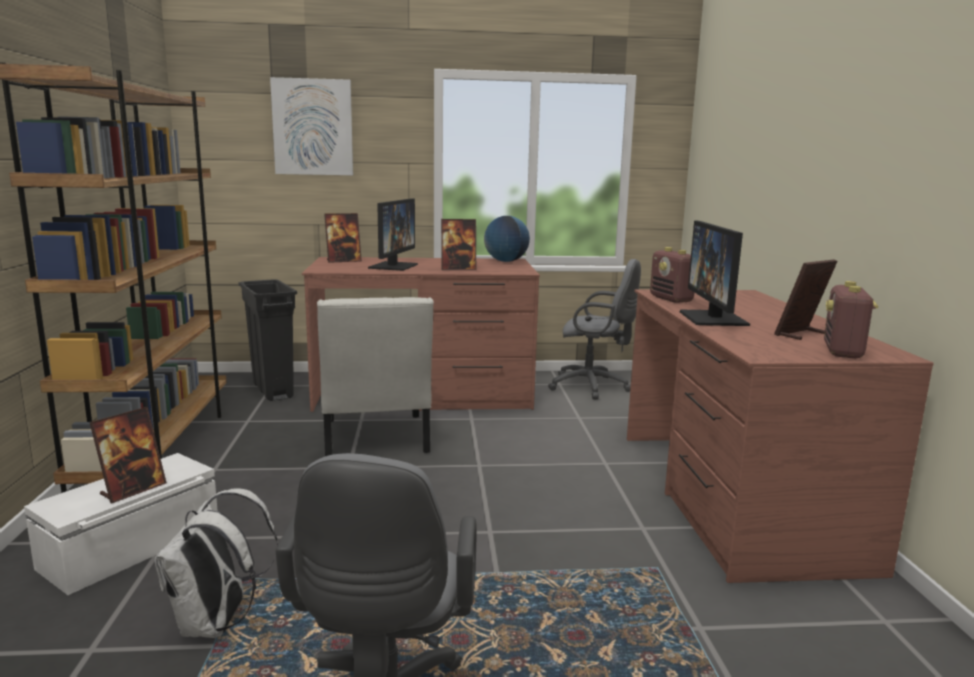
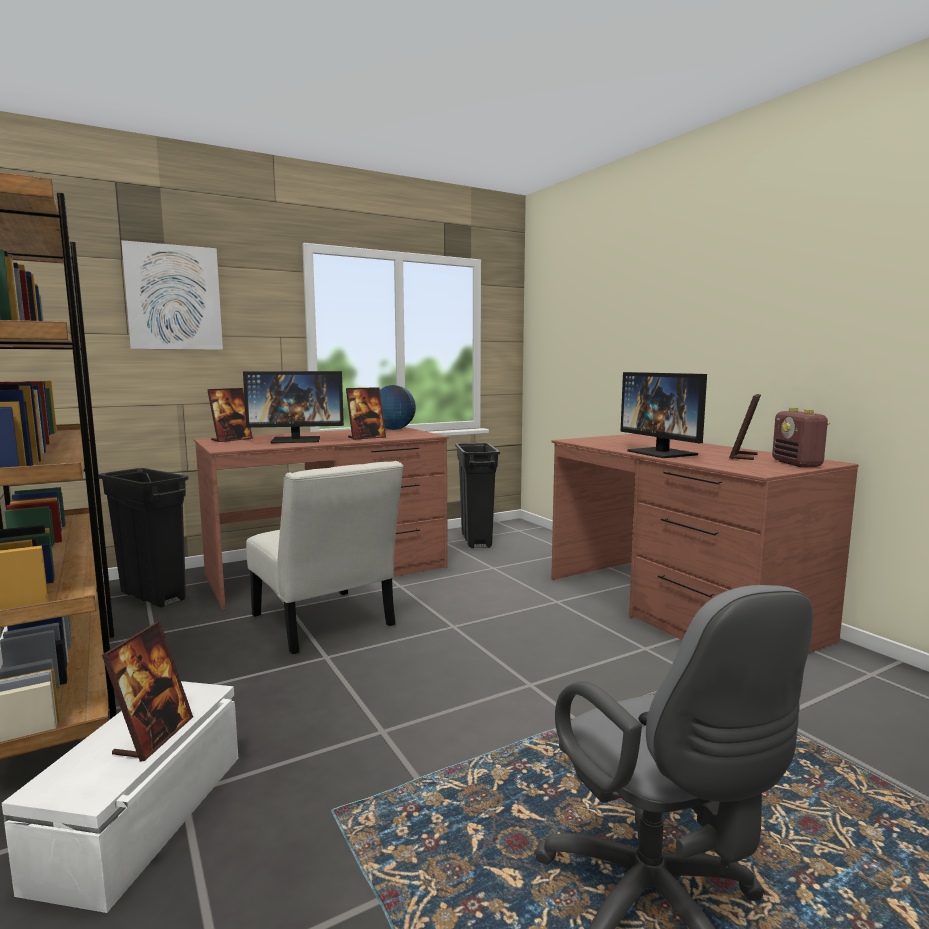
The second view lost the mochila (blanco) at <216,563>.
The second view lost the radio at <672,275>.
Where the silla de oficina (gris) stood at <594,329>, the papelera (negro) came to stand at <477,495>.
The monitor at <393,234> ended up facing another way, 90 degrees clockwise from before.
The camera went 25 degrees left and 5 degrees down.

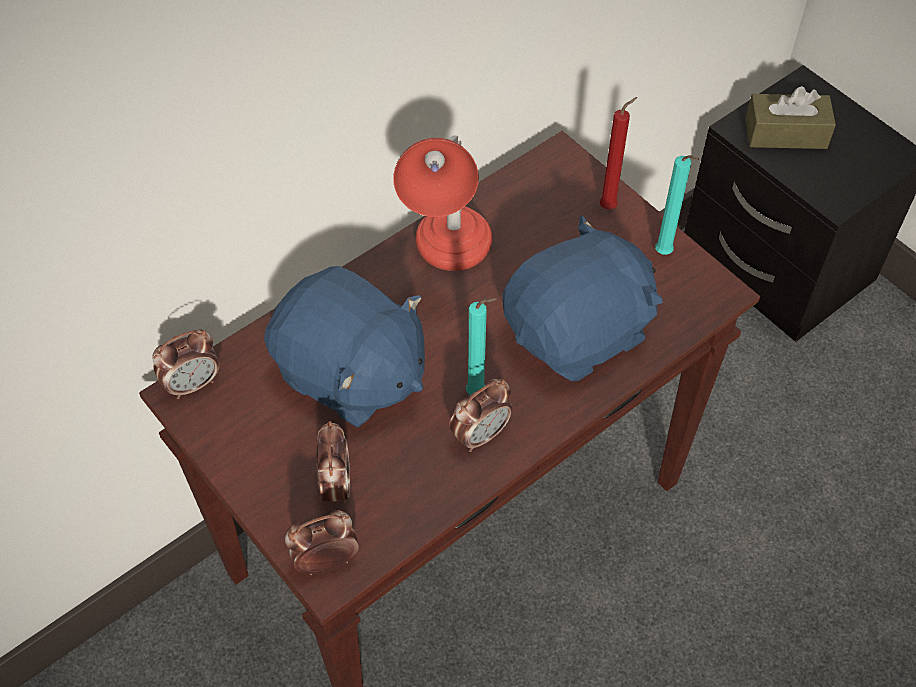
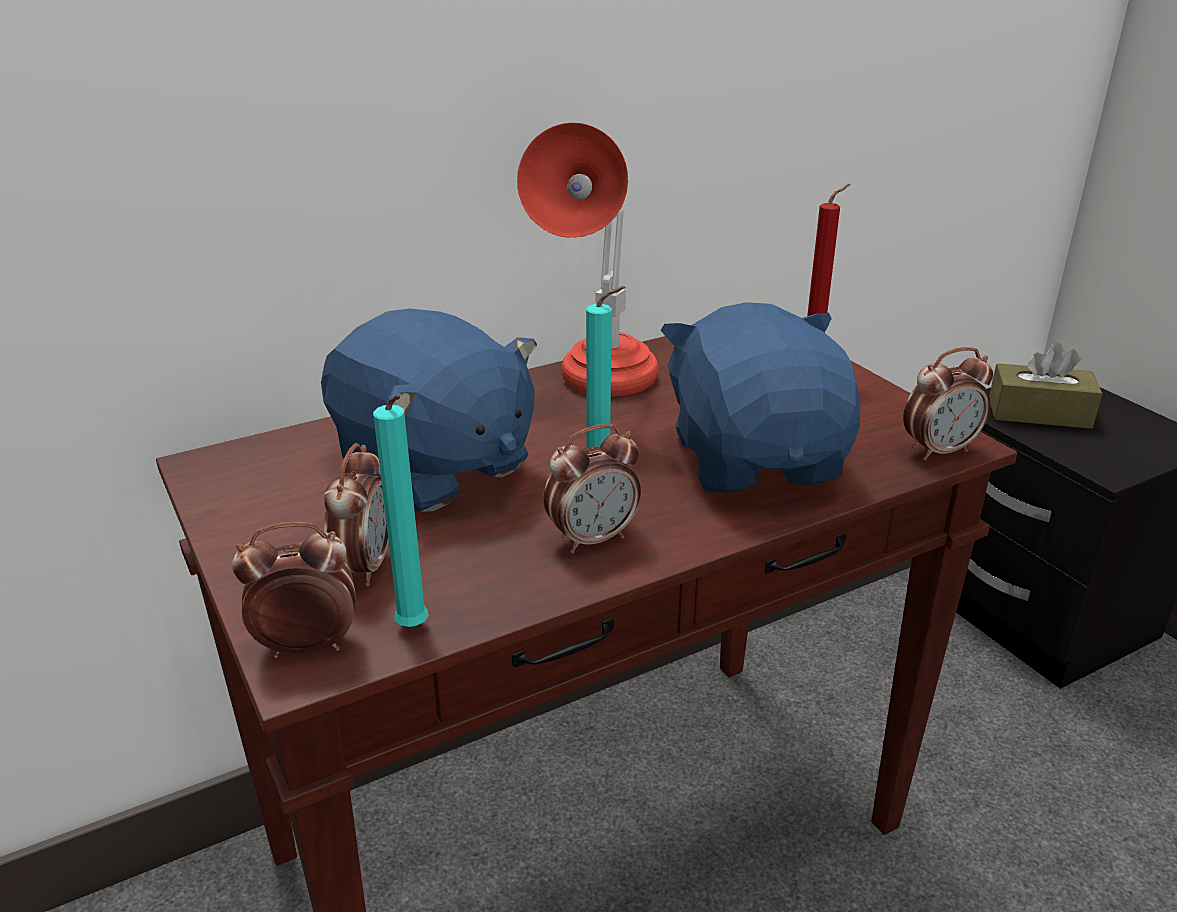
The despertador ended up elsewhere, having gone from <186,364> to <948,404>.
The vela (turquesa) ended up elsewhere, having gone from <677,205> to <401,510>.
The peluche (azul) at <583,298> ended up facing another way, 75 degrees counterclockwise from before.
The camera went 10 degrees right and 25 degrees down.

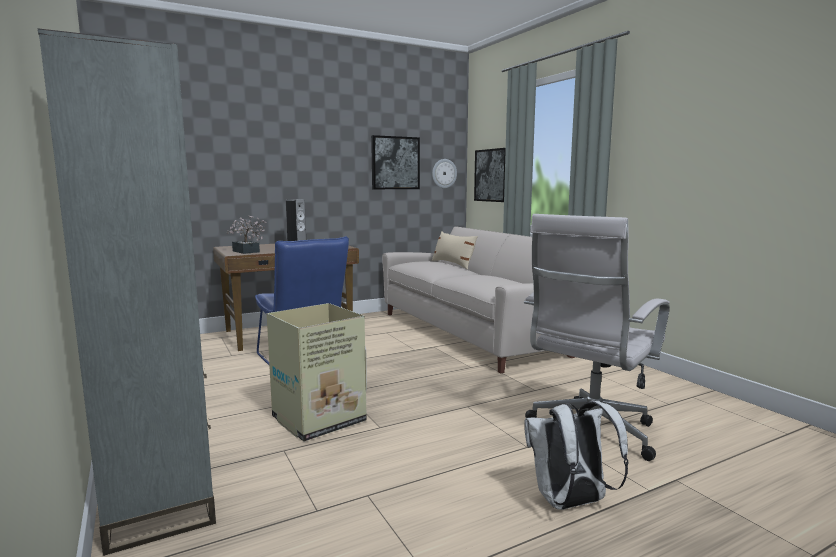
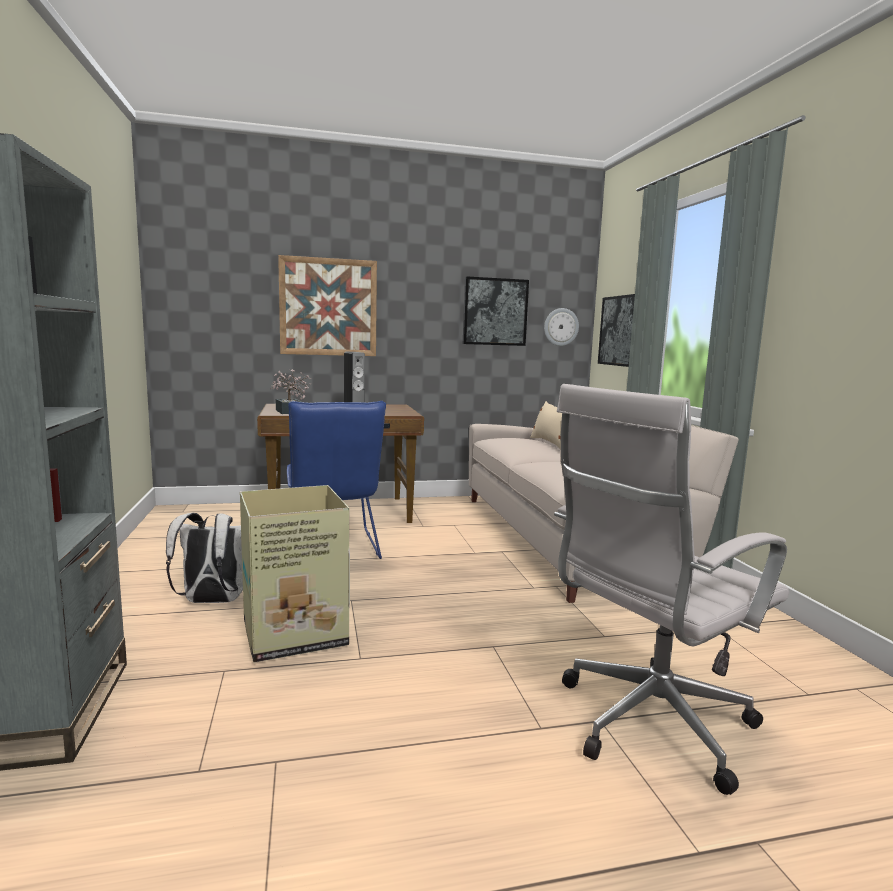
The second view gained the cuadro at <327,305>.
The mochila (blanco) ended up elsewhere, having gone from <576,455> to <204,558>.
The camera went 15 degrees right and 0 degrees up.

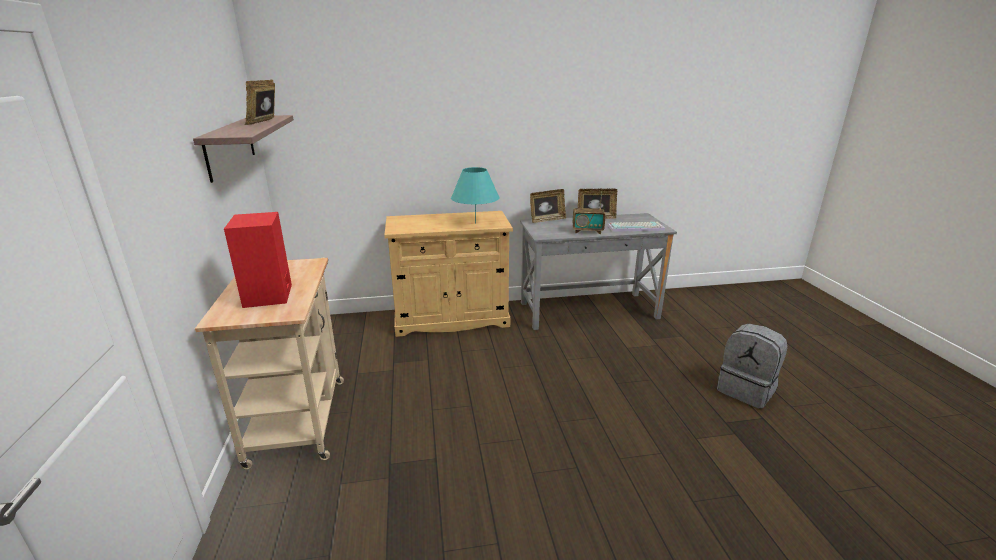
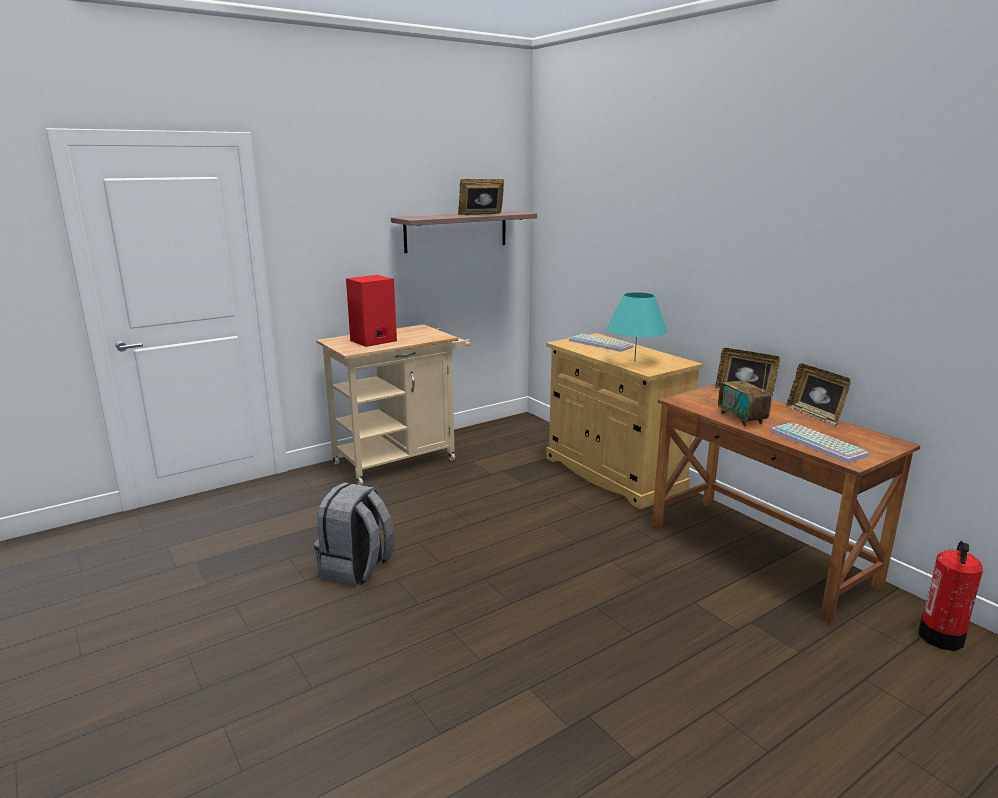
The second view gained the teclado at <601,343>.
The second view gained the extintor at <951,596>.
The mochila (gris) ended up elsewhere, having gone from <752,366> to <354,534>.
What was the escritorio (gris) at <598,271> turned into the escritorio (marrón) at <786,503>.
The camera went 65 degrees right and 5 degrees down.

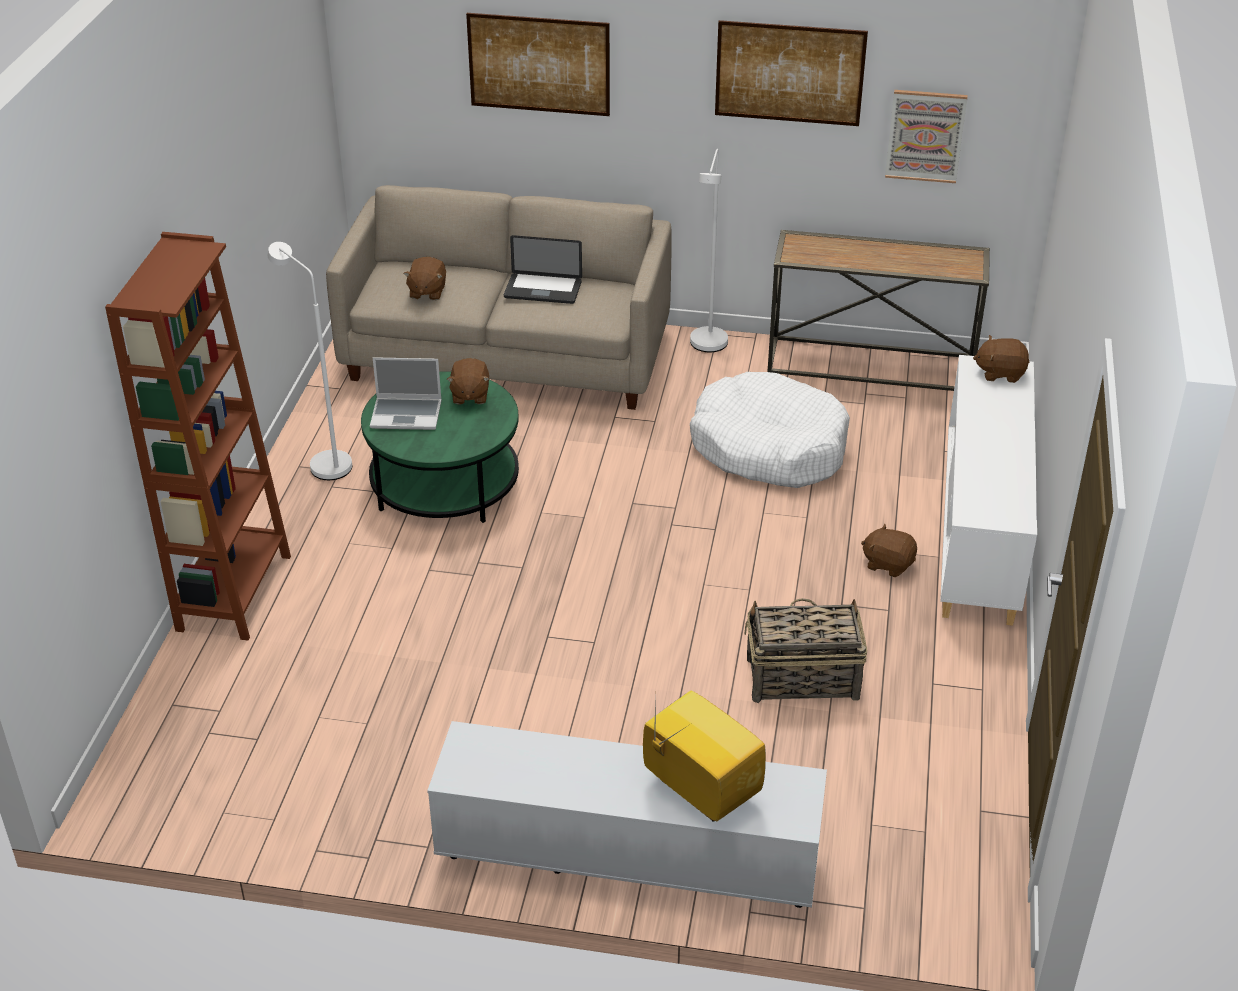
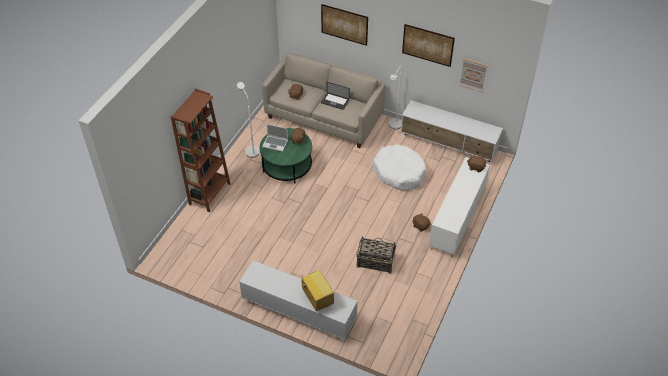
Where the mesa consola stood at <879,310>, the mueble de televisión (blanco) came to stand at <452,131>.
The camera went 15 degrees right and 10 degrees up.

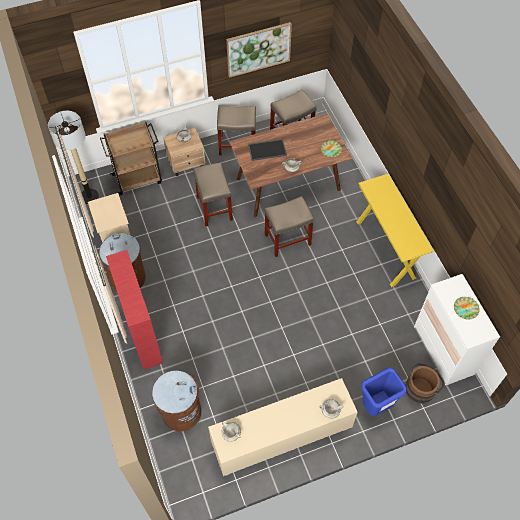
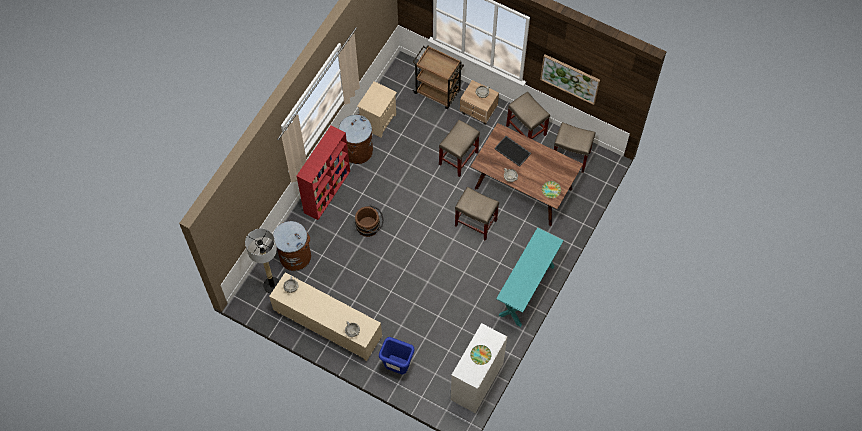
The lámpara de pie ended up elsewhere, having gone from <73,157> to <262,261>.
The cubo (marrón) ended up elsewhere, having gone from <425,383> to <369,221>.
What was the mesa consola (amarillo) at <395,230> turned into the mesa consola (turquesa) at <530,277>.
The camera went 50 degrees right and 5 degrees up.

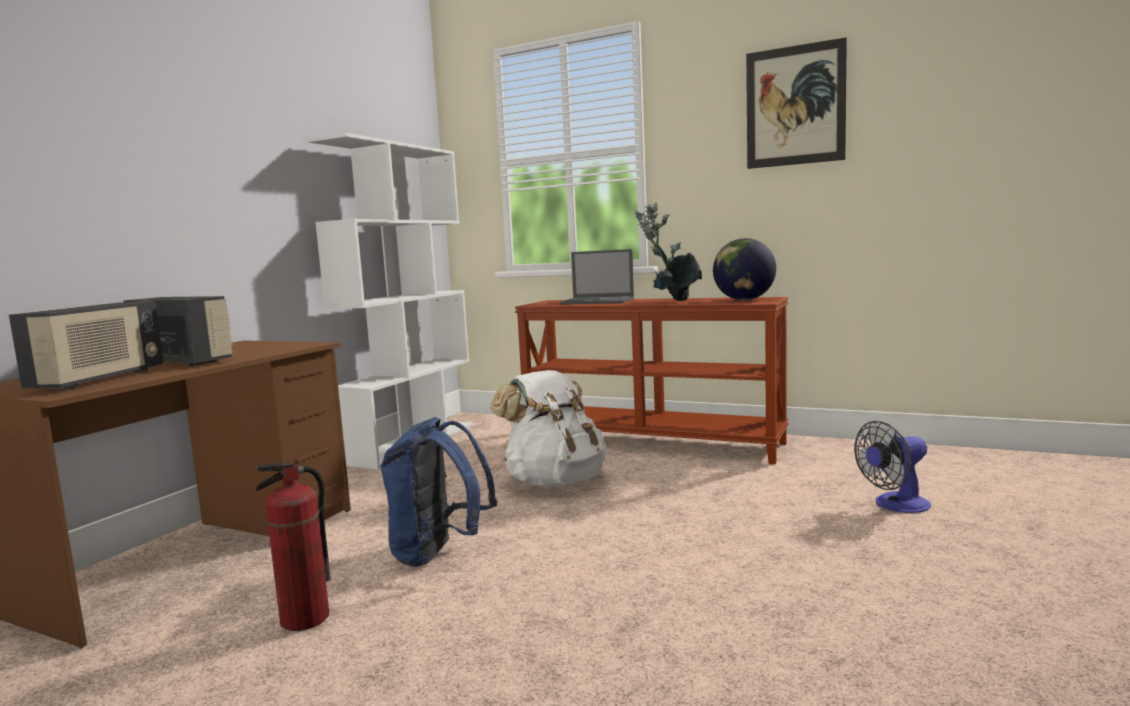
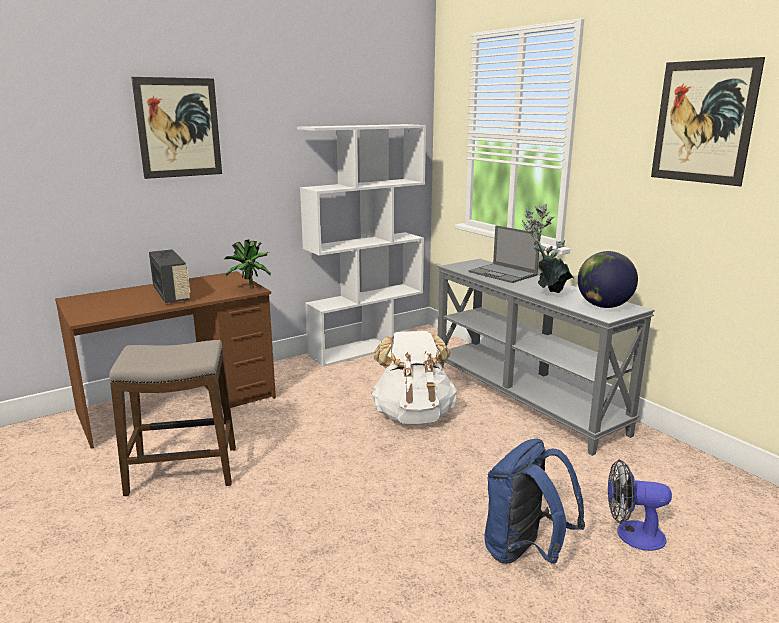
The second view lost the radio at <86,345>.
The second view gained the cuadro at <176,128>.
The second view gained the planta en maceta at <248,264>.
The mochila (azul) ended up elsewhere, having gone from <439,492> to <535,501>.
Where the extintor stood at <293,547>, the taburete came to stand at <172,418>.
What was the mesa consola (marrón) at <652,380> turned into the mesa consola (gris) at <546,357>.
The camera went 30 degrees right and 10 degrees up.

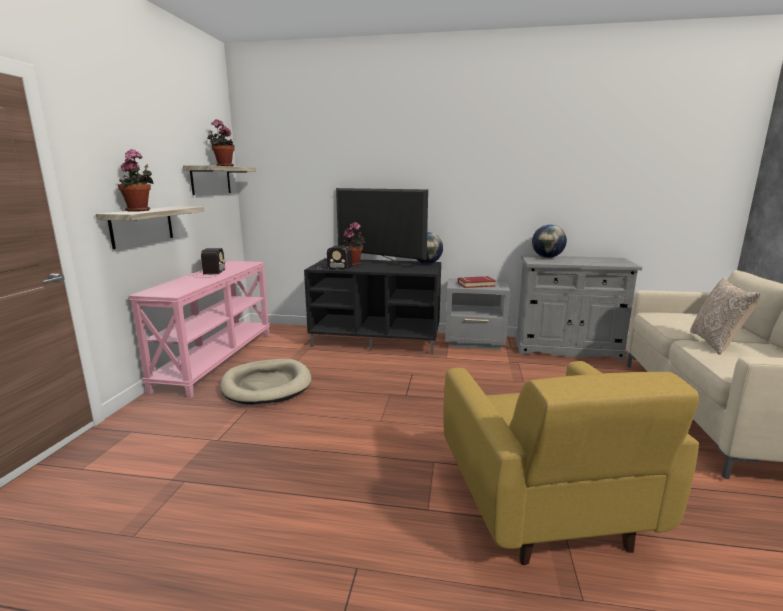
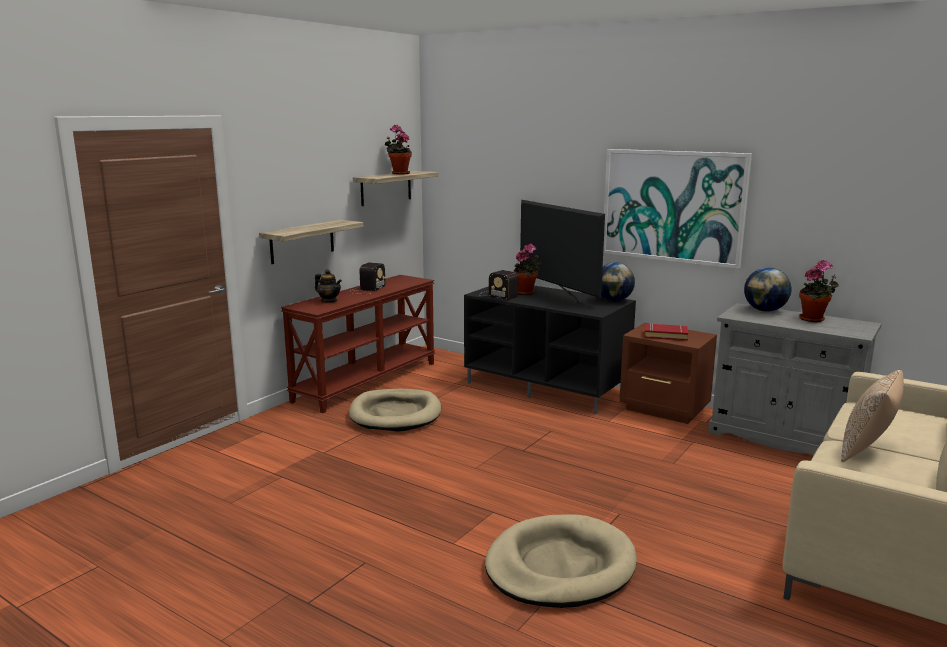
The second view gained the tetera at <328,286>.
The second view gained the cuadro at <677,209>.
The planta en maceta ended up elsewhere, having gone from <136,180> to <819,291>.
Where the sillón (amarillo) stood at <571,463>, the cama para perro (beis) came to stand at <561,561>.
What was the mesa consola (rosa) at <199,329> turned into the mesa consola (marrón) at <358,344>.
What was the mesita de noche (gris) at <477,314> turned into the mesita de noche (marrón) at <668,373>.
The camera went 25 degrees right and 0 degrees up.

